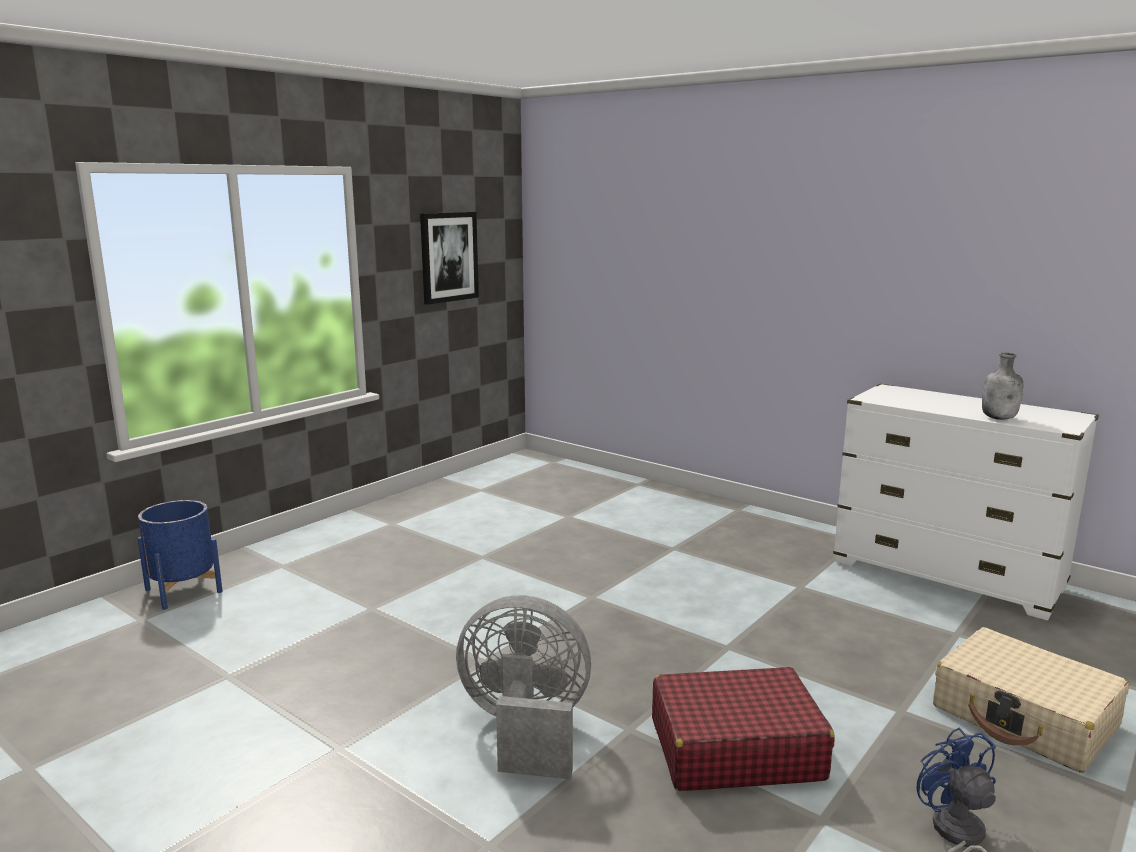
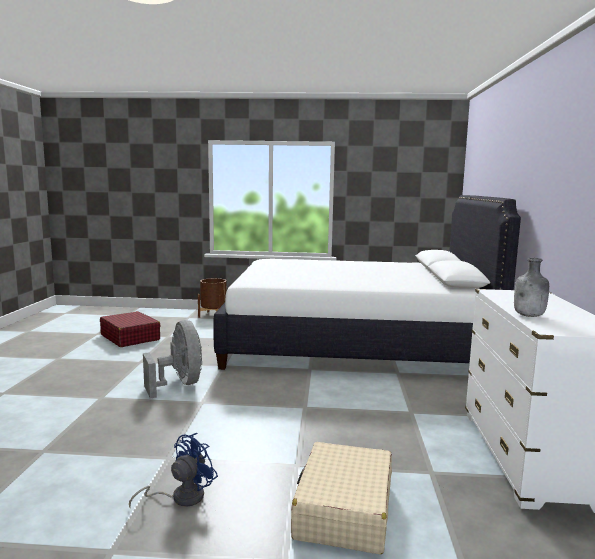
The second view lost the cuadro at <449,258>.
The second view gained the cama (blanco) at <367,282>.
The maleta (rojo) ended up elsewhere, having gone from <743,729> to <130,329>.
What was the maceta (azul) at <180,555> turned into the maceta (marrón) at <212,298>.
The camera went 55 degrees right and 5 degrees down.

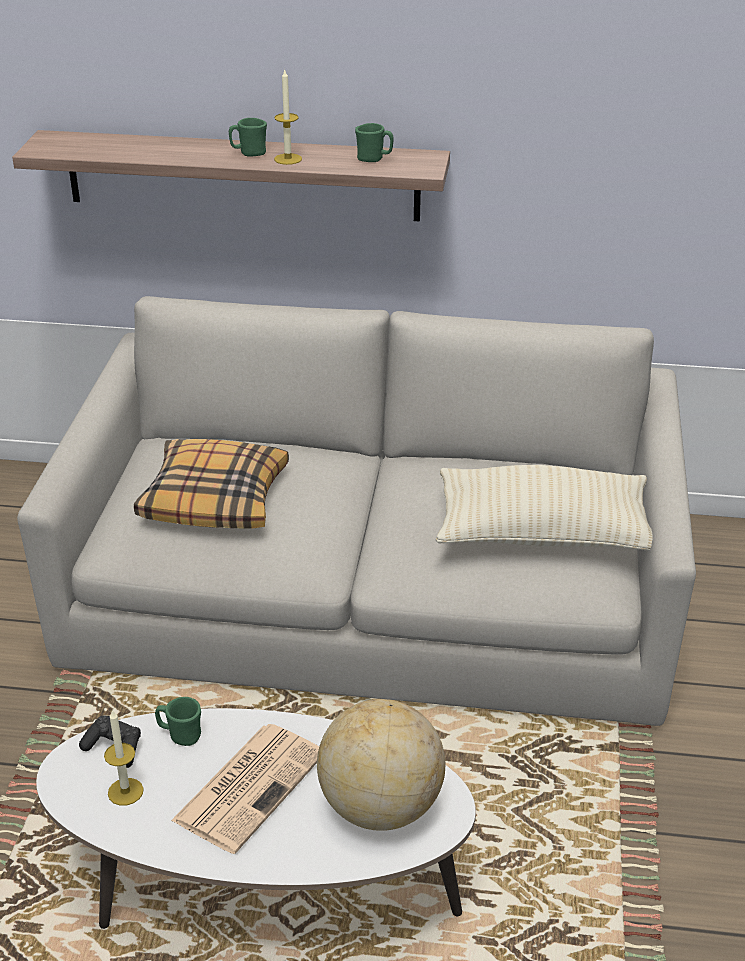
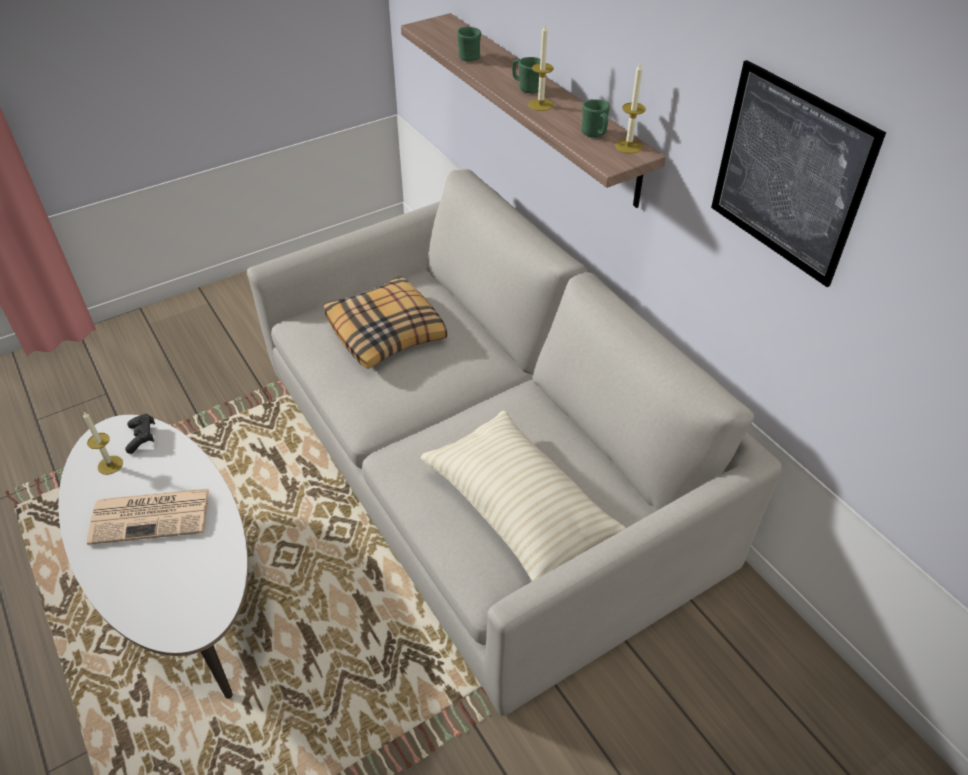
The second view lost the globo terráqueo at <381,765>.
The second view gained the vela at <631,108>.
The second view gained the cuadro at <798,173>.
The taza grande (verde) ended up elsewhere, having gone from <178,721> to <469,44>.
The camera went 50 degrees right and 10 degrees up.

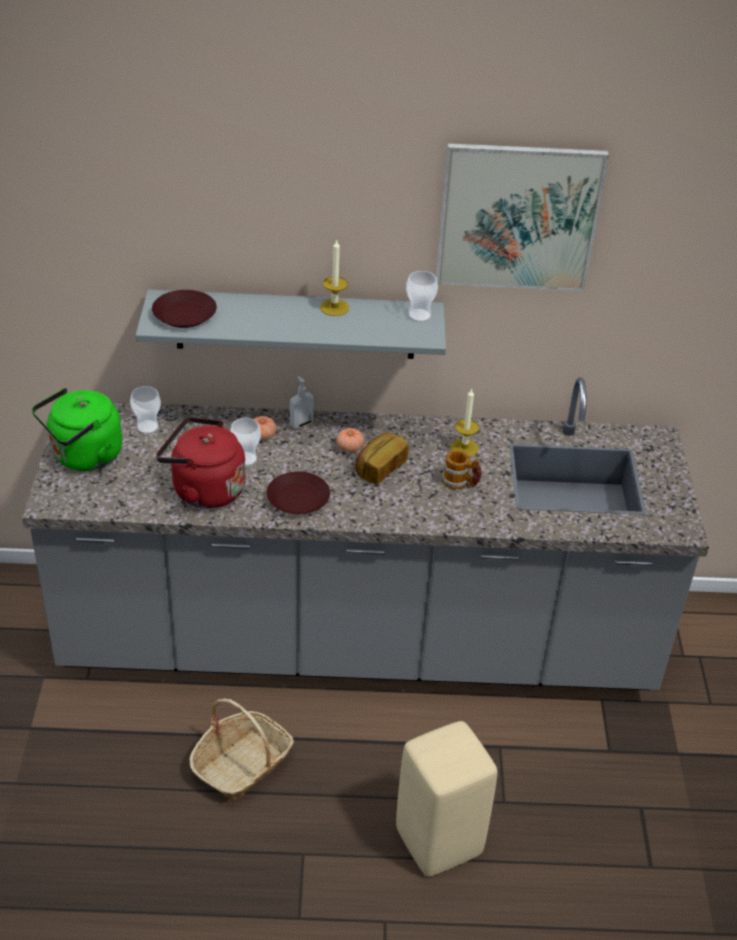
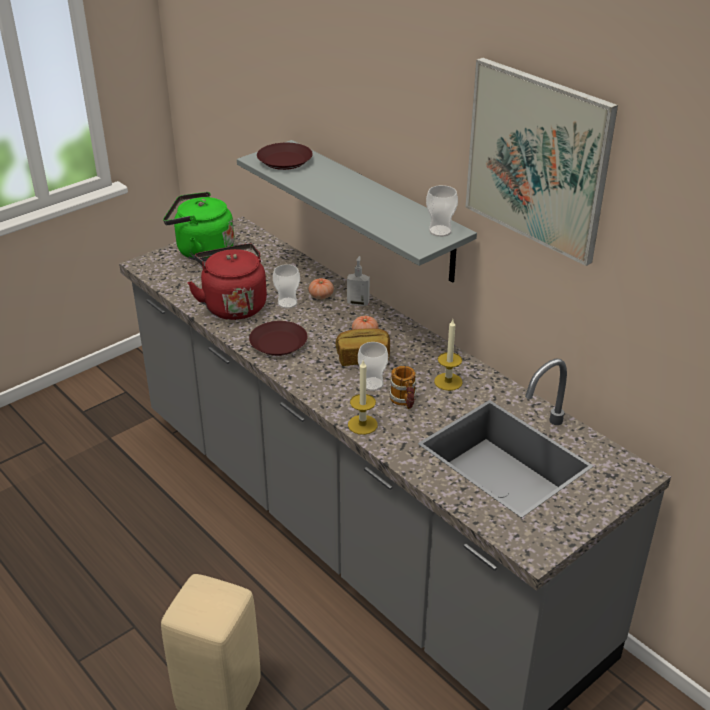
The second view lost the cesta at <241,750>.
The taza ended up elsewhere, having gone from <145,410> to <373,366>.
The vela ended up elsewhere, having gone from <334,278> to <363,398>.
The camera went 50 degrees right and 5 degrees down.

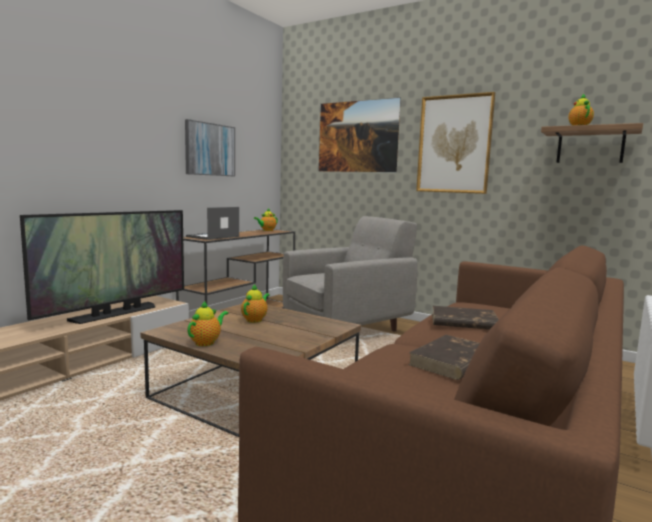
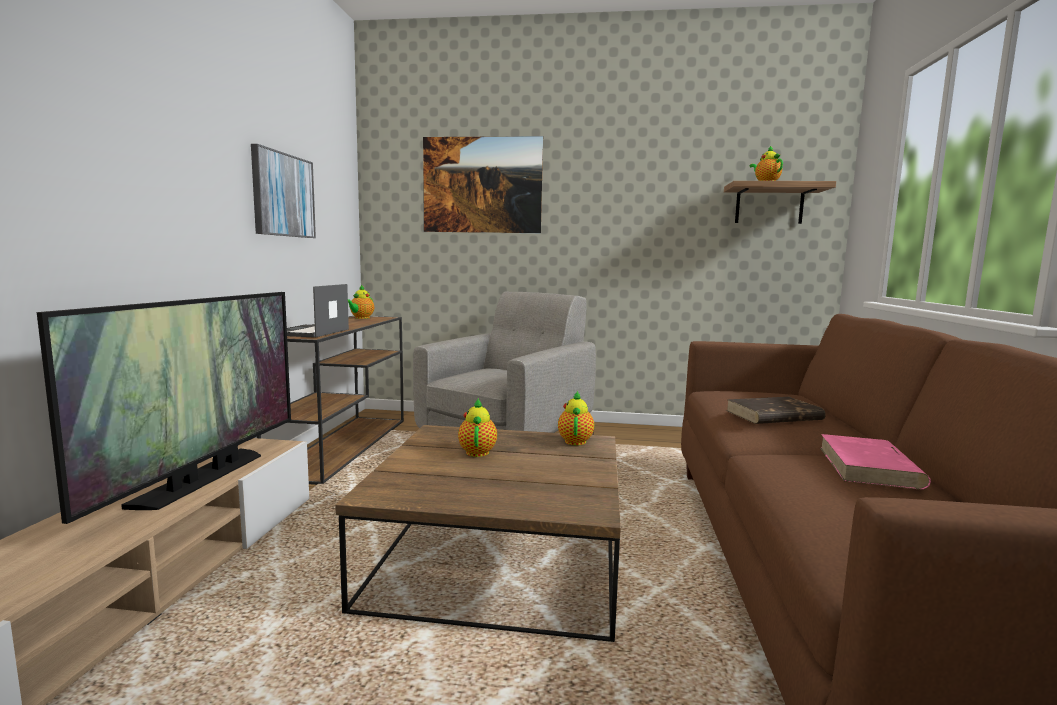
The second view lost the cuadro at <455,143>.
The tetera ended up elsewhere, having gone from <207,323> to <576,418>.
What was the libro (marrón) at <444,357> turned into the libro (rosa) at <875,462>.
The camera went 25 degrees left and 0 degrees up.

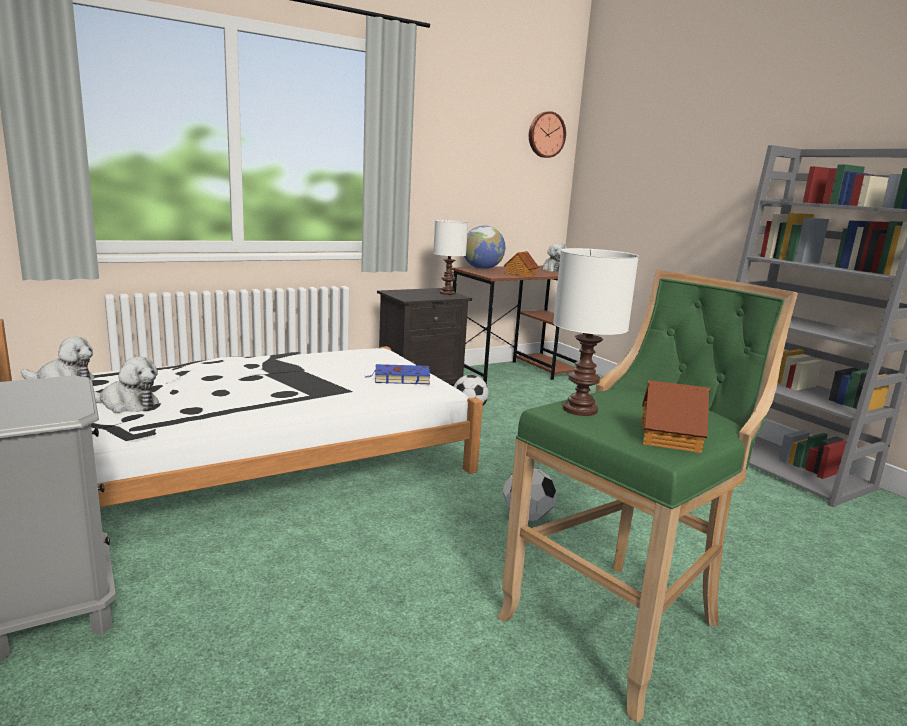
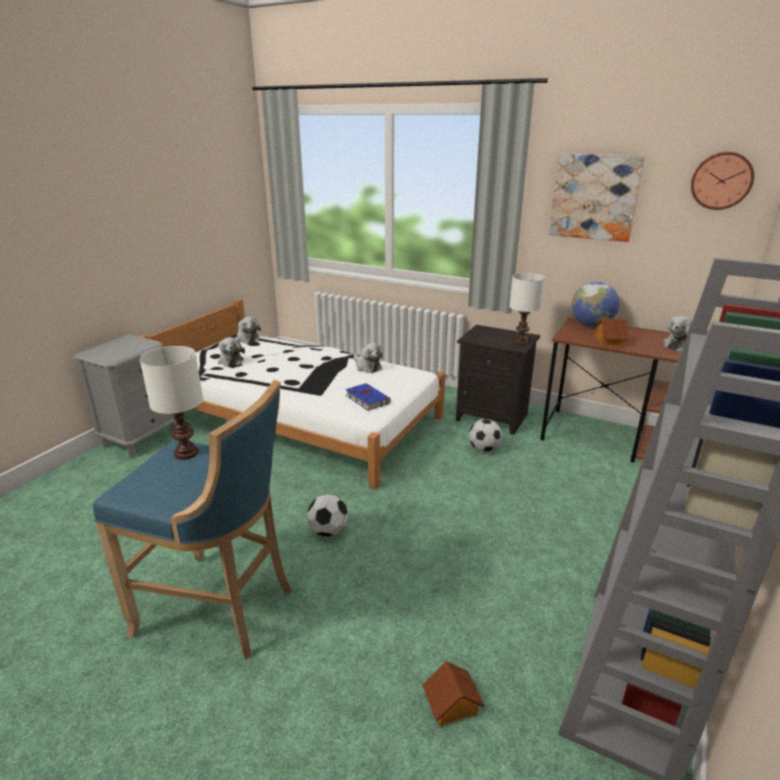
The second view gained the peluche at <368,358>.
The second view gained the cuadro at <597,197>.
The casita ended up elsewhere, having gone from <675,416> to <453,694>.
What was the taburete (verde) at <647,496> turned into the taburete (azul) at <192,520>.
The camera went 60 degrees right and 10 degrees up.

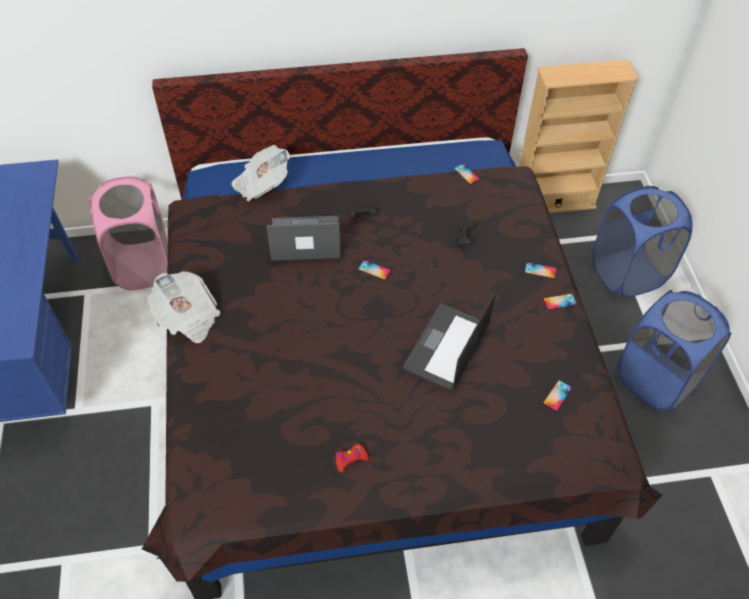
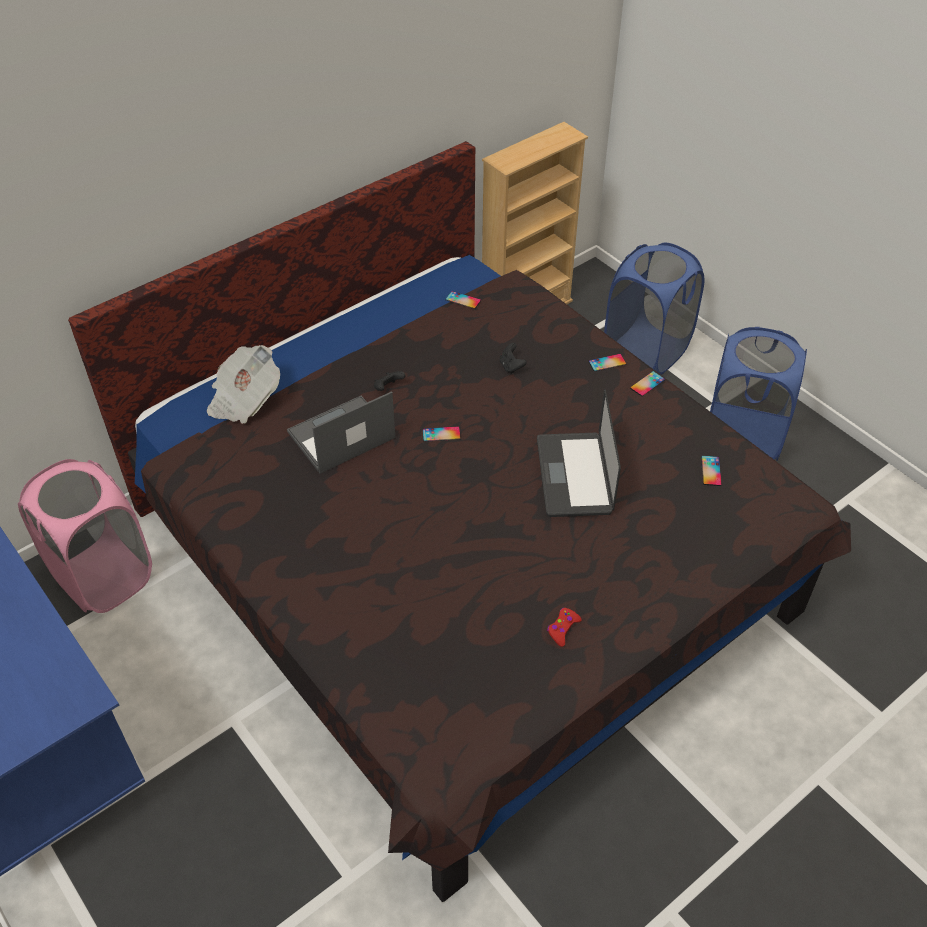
The second view lost the periódico at <184,307>.
The camera went 30 degrees left and 5 degrees down.

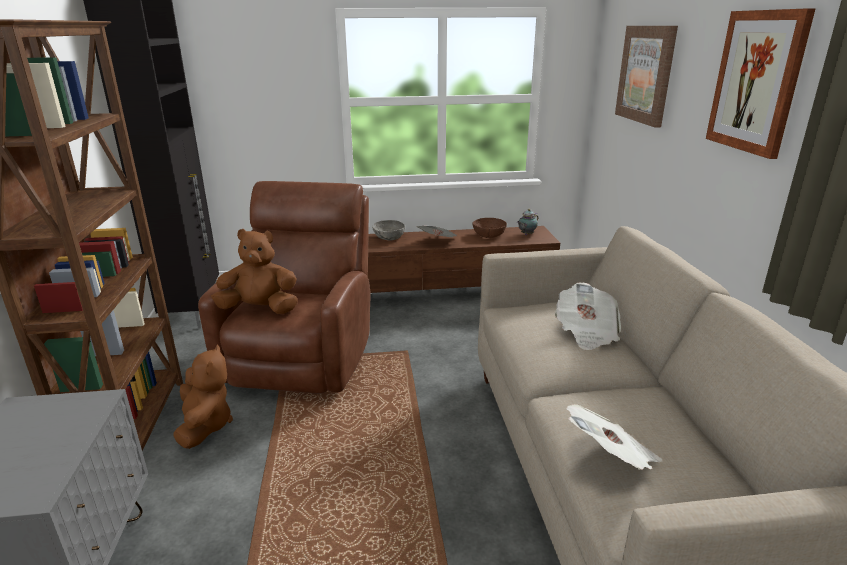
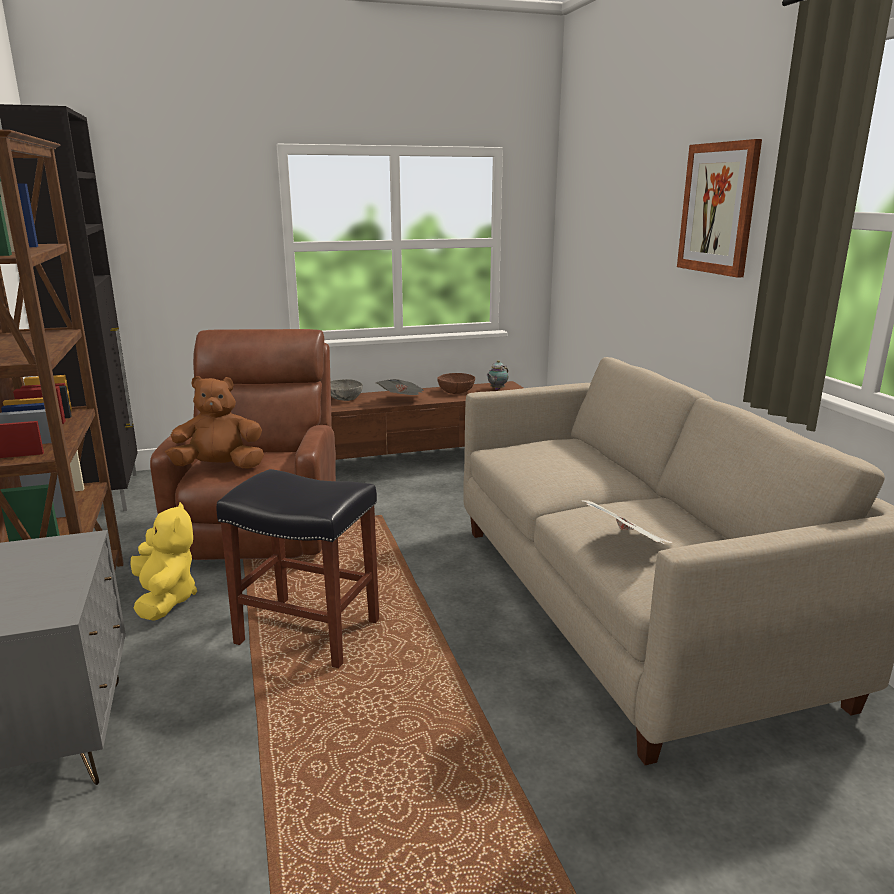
The second view lost the periódico at <588,316>.
The second view lost the cuadro at <646,77>.
The second view gained the taburete (negro) at <297,568>.
What was the peluche (marrón) at <203,396> turned into the peluche (amarillo) at <163,561>.
The camera went 10 degrees left and 5 degrees down.

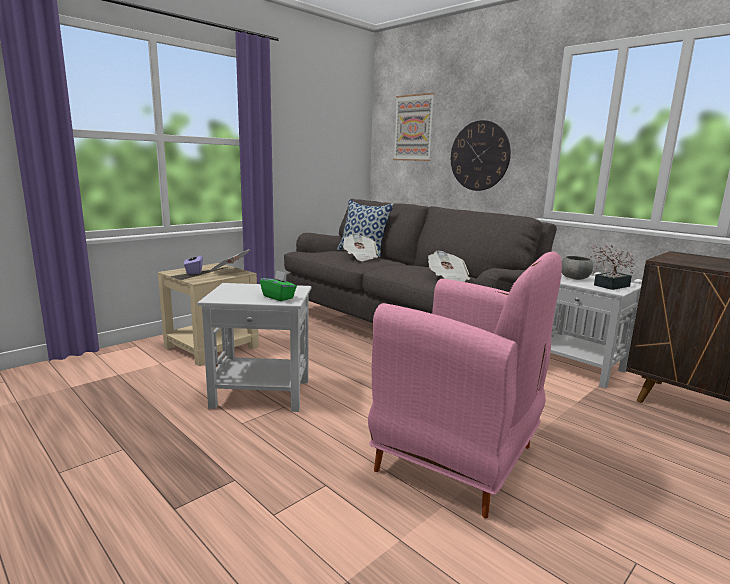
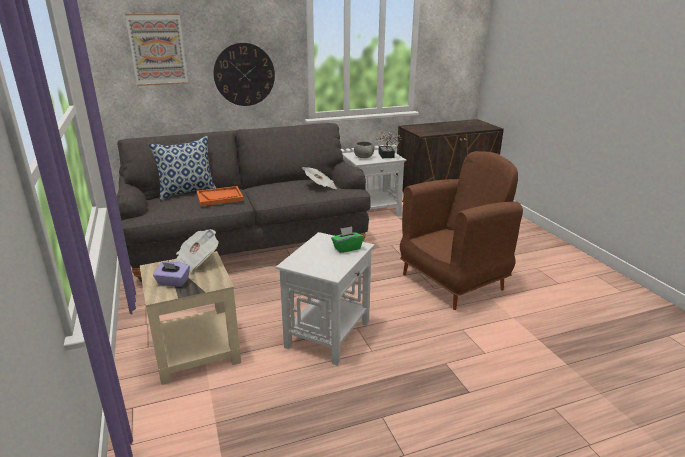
Where the periódico stood at <360,247>, the bandeja (naranja) came to stand at <220,196>.
What was the sillón (rosa) at <465,384> turned into the sillón (marrón) at <461,230>.
The camera went 65 degrees left and 10 degrees up.

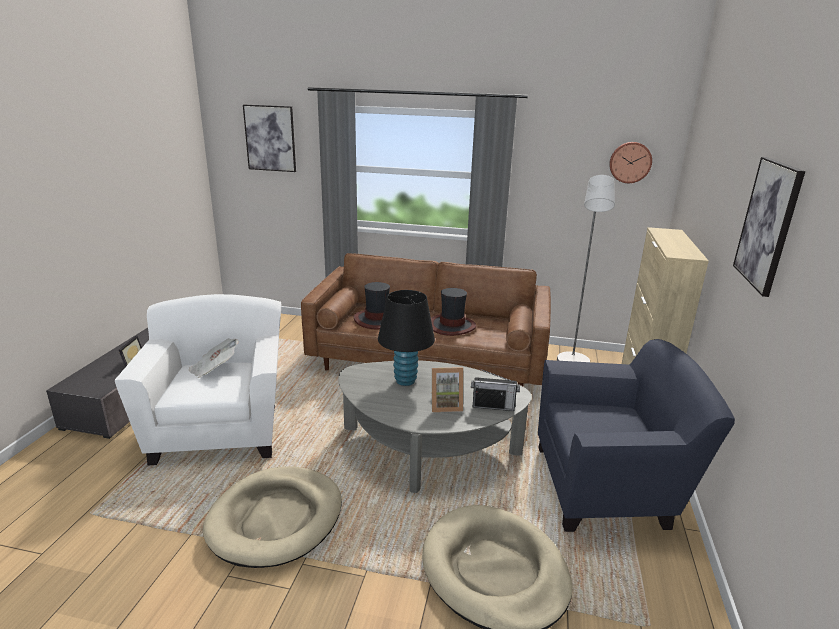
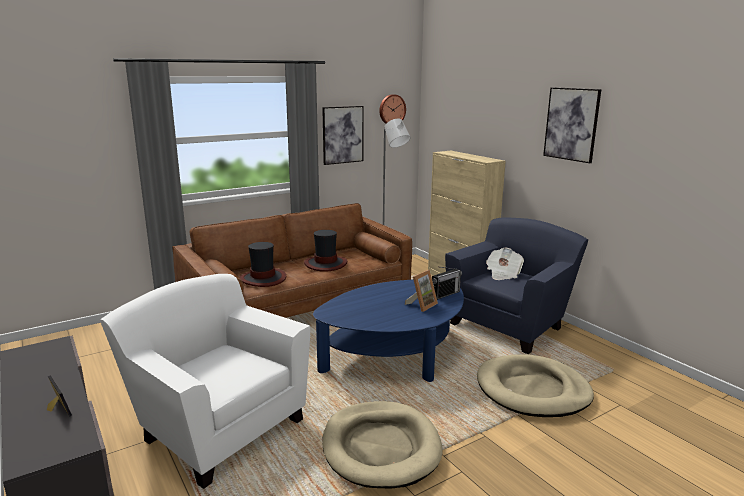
The second view lost the lámpara de mesa (negro) at <406,338>.
The periódico ended up elsewhere, having gone from <214,358> to <505,264>.
The cuadro ended up elsewhere, having gone from <269,138> to <342,135>.
What was the mesa de centro (gris) at <435,426> turned into the mesa de centro (azul) at <388,331>.
The camera went 45 degrees left and 5 degrees down.

